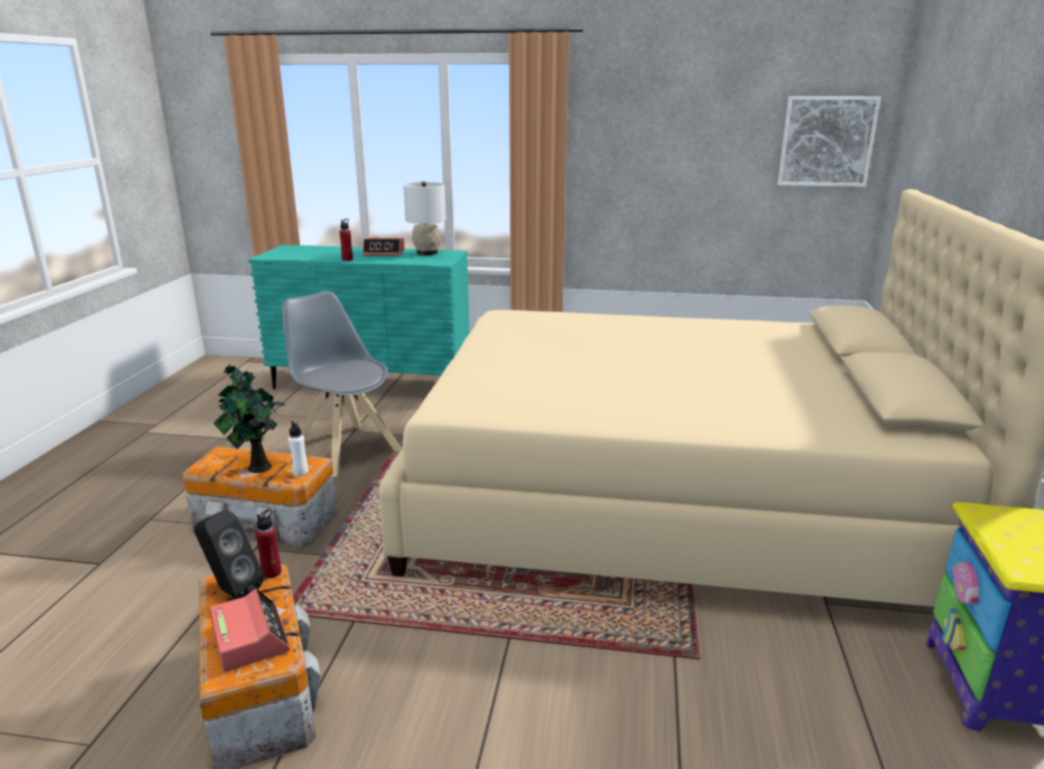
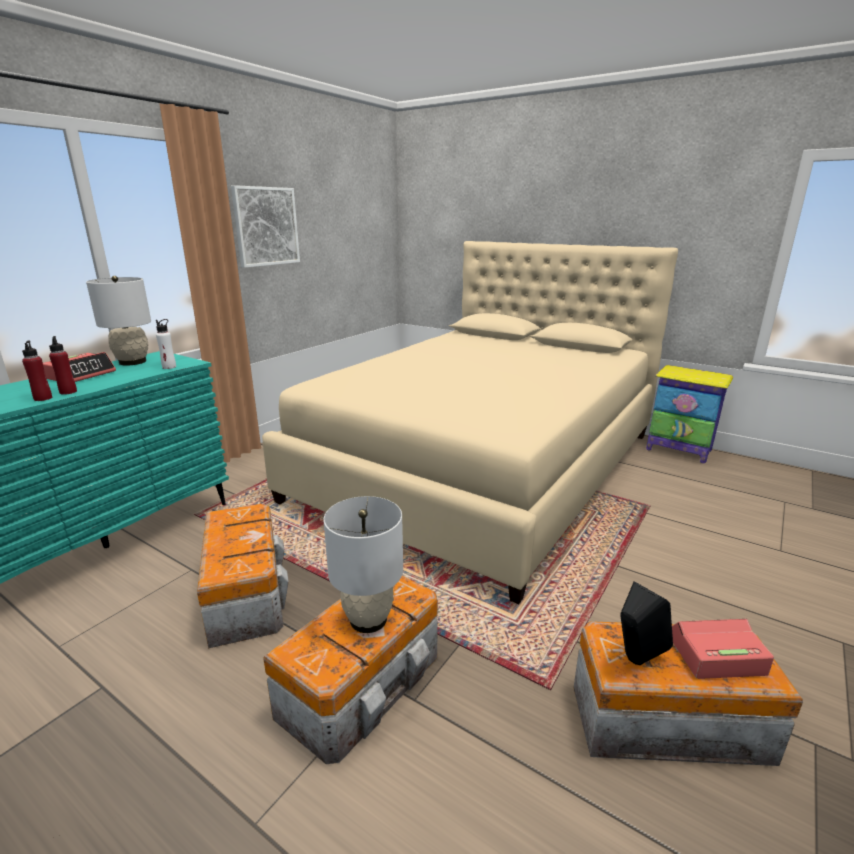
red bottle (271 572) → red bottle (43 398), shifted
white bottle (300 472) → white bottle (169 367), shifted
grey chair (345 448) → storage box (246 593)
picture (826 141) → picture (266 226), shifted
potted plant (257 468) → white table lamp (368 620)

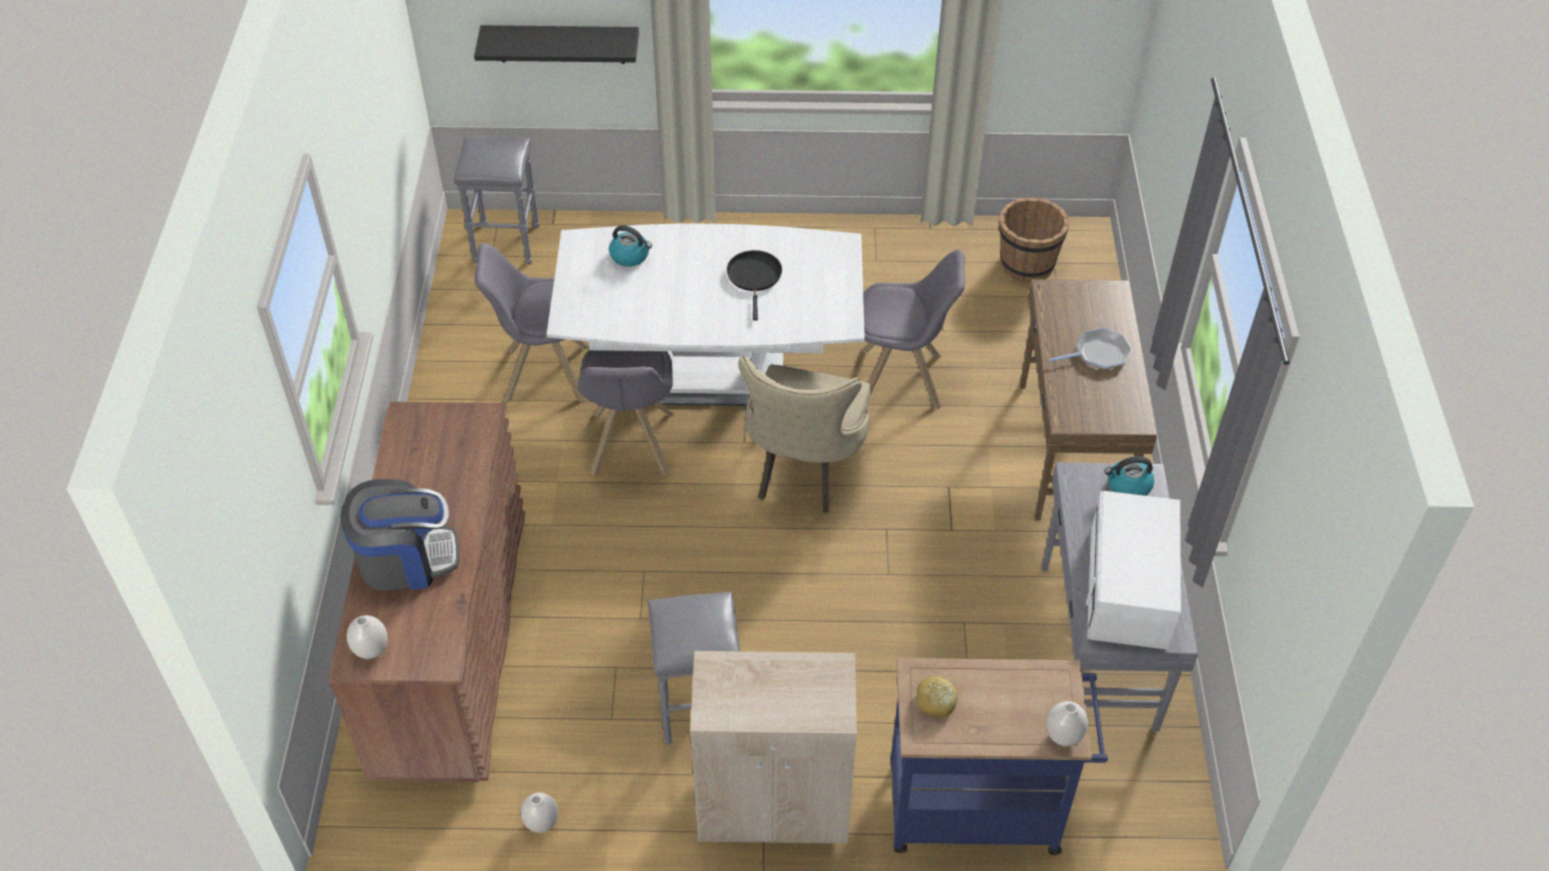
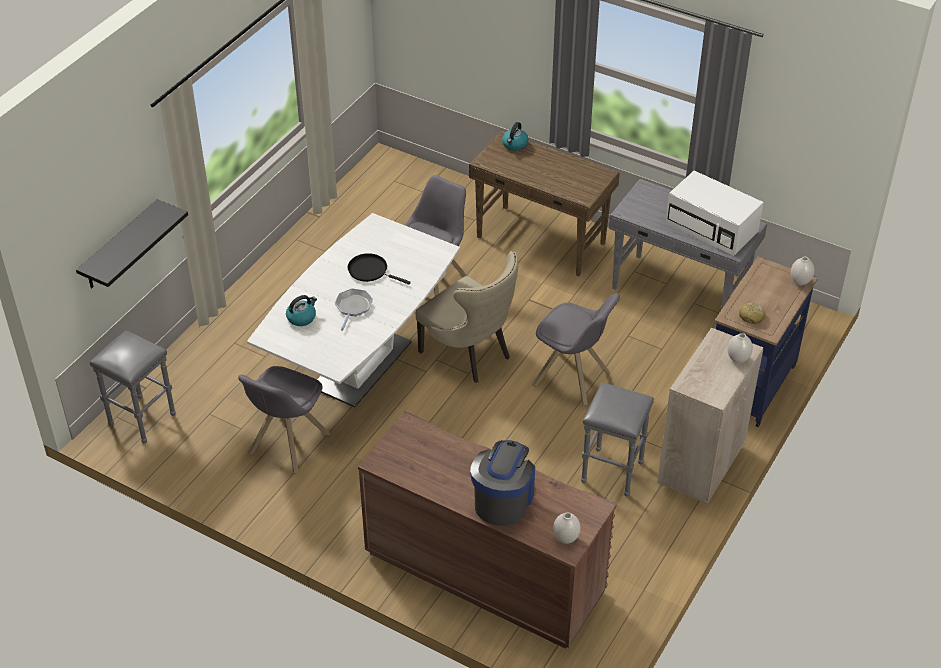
frying pan (1099 354) → frying pan (353 307), shifted
kettle (1128 486) → kettle (515 144), shifted
grey chair (631 444) → grey chair (572 378), shifted
white vase (542 823) → white vase (738 359), shifted
brown bucket (1026 264) → -

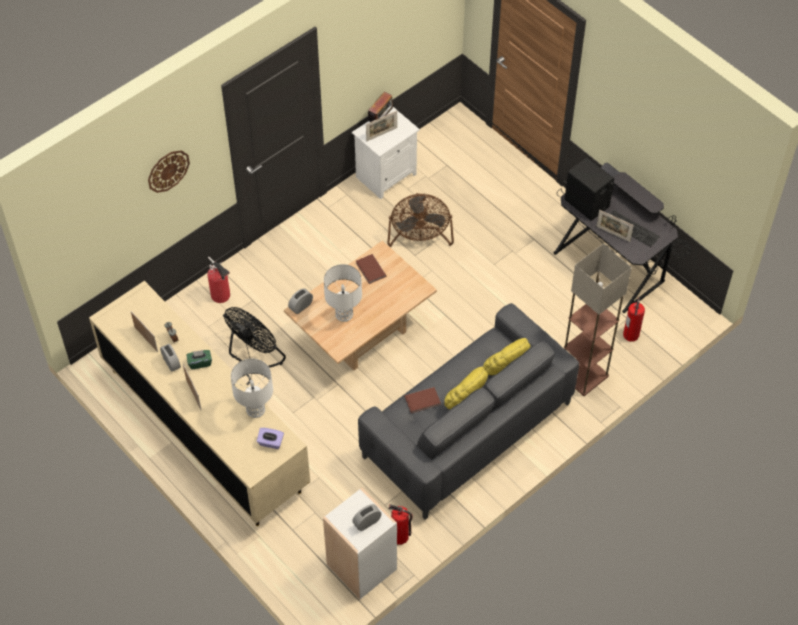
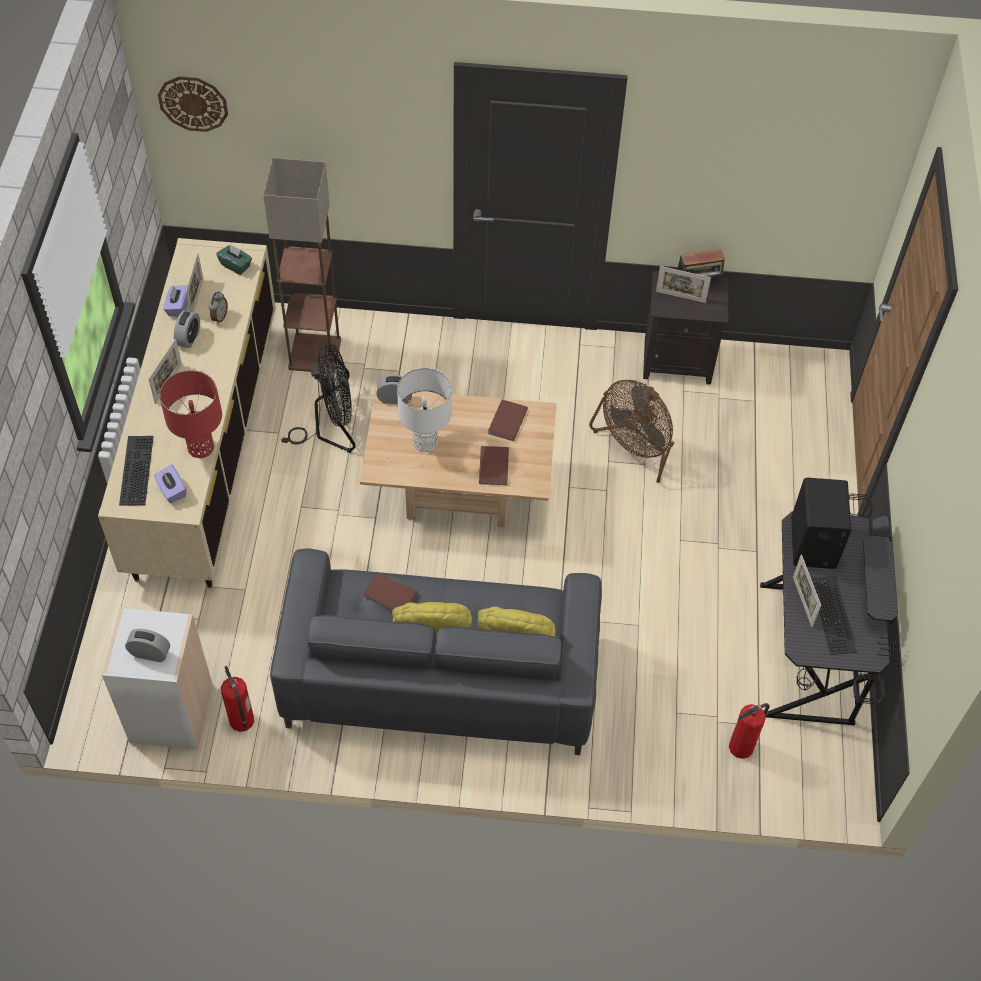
- → keyboard (135 469)
wall clock (168 170) → wall clock (193 103), shifted
white table lamp (255 410) → red table lamp (200 447)
- → purple tissue box (178 307)
green tissue box (200 363) → green tissue box (236 265), shifted
floor lamp (584 375) → floor lamp (314 354), shifted
- → brown book (495 466)
white nightstand (386 174) → black nightstand (678 360)
fire extinguisher (221 296) → -

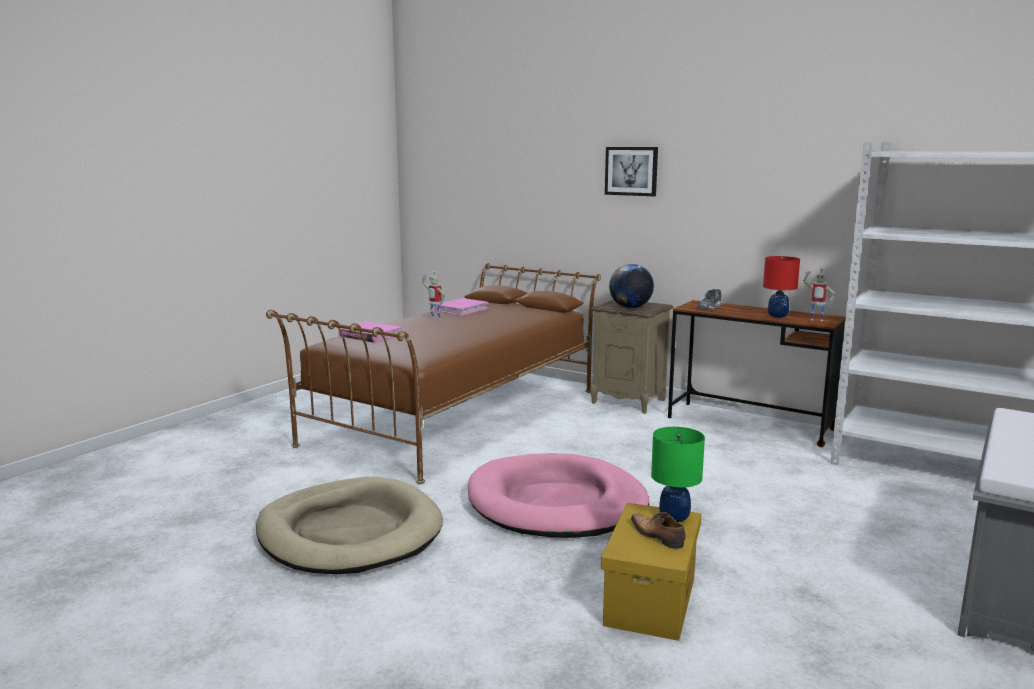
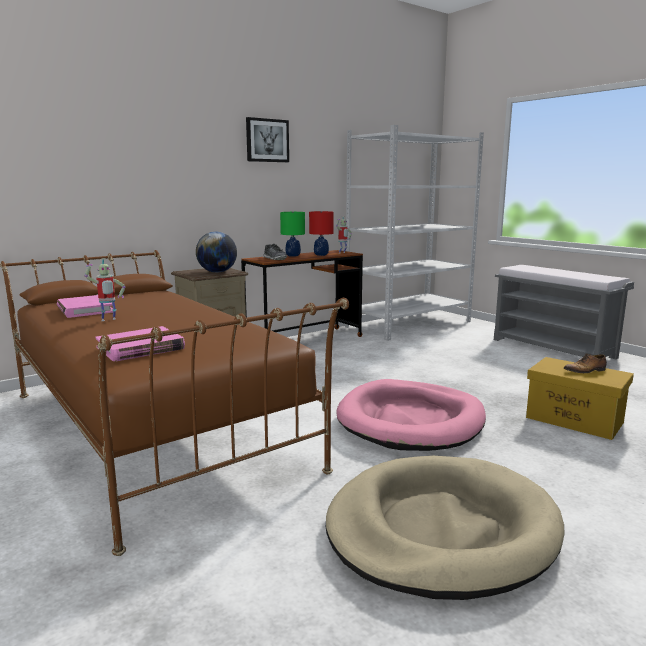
picture (631 171) → picture (267 140), shifted
green table lamp (674 519) → green table lamp (293 256), shifted

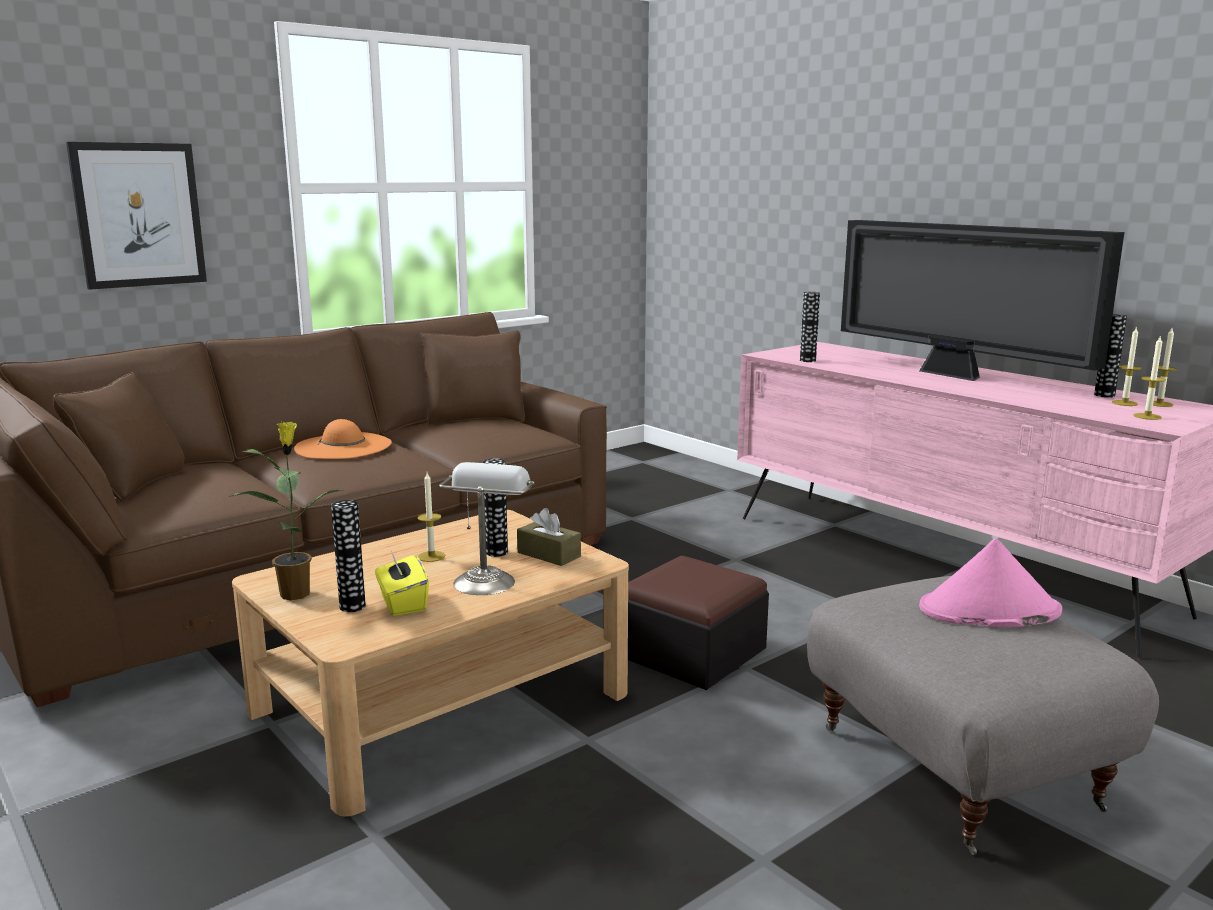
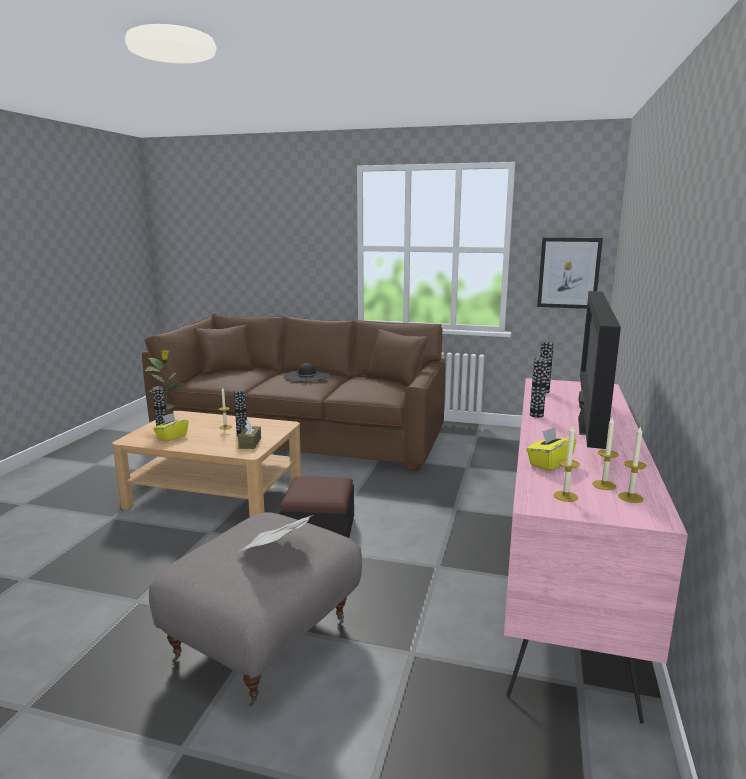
pink hat (989 610) → newspaper (276 551)
orange hat (343 446) → black hat (307 376)
- → yellow tissue box (549 463)
vase (1104 395) → vase (536 415), shifted
picture (139 215) → picture (568 273), shifted
white table lamp (487 577) → -

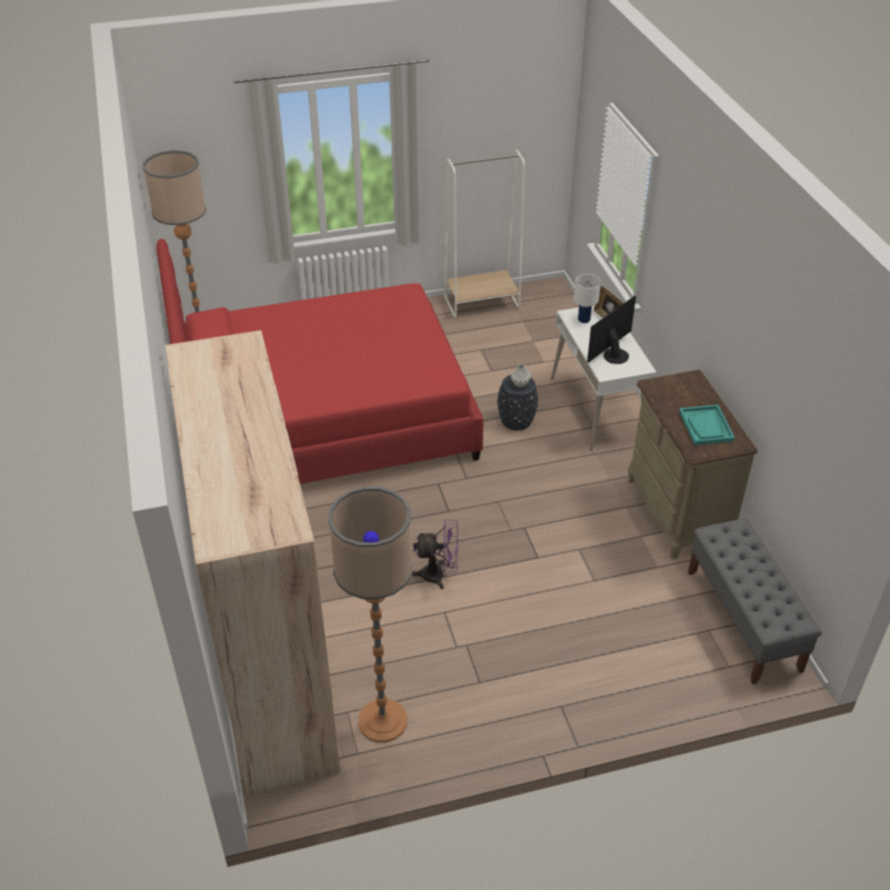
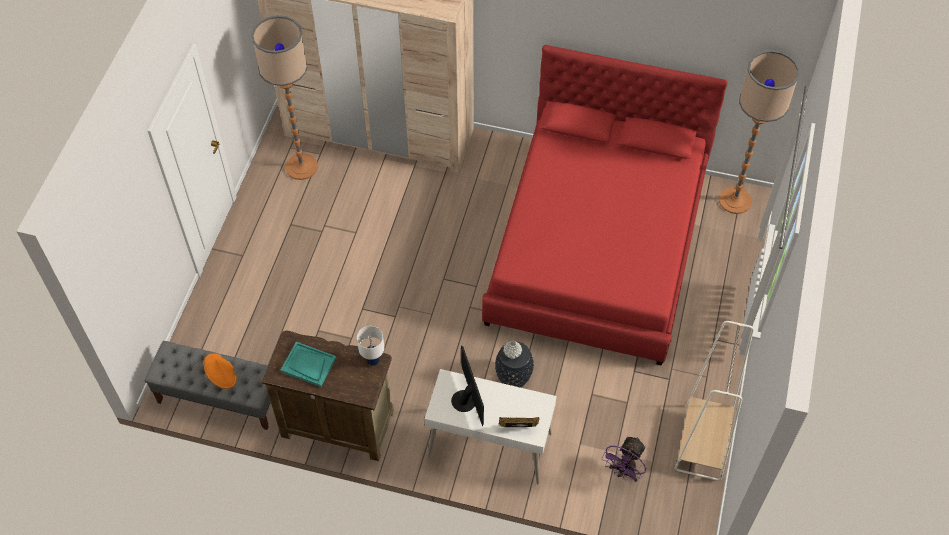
- → orange hat (220 371)
white table lamp (583 320) → white table lamp (372 360), shifted
purple fan (439 575) → purple fan (624 472), shifted

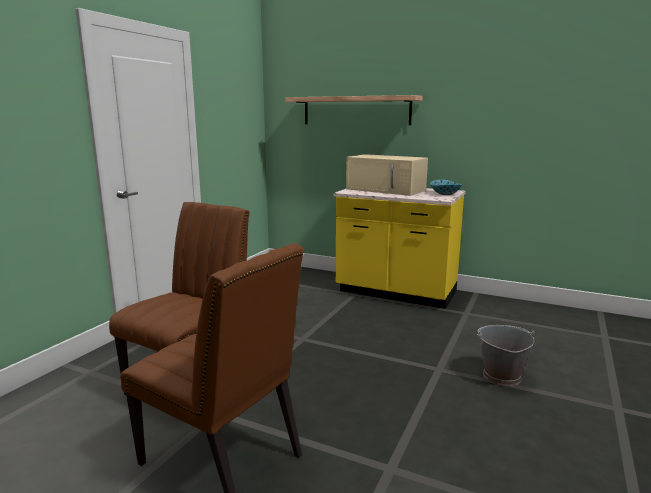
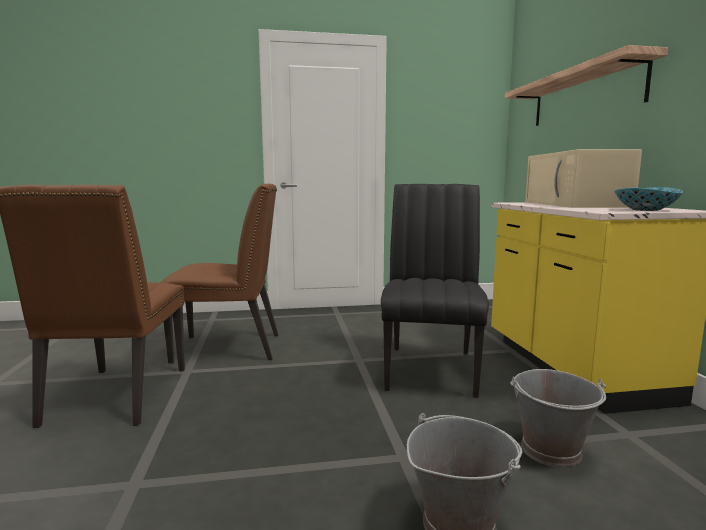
- → black chair (431 370)
- → grey bucket (551 450)

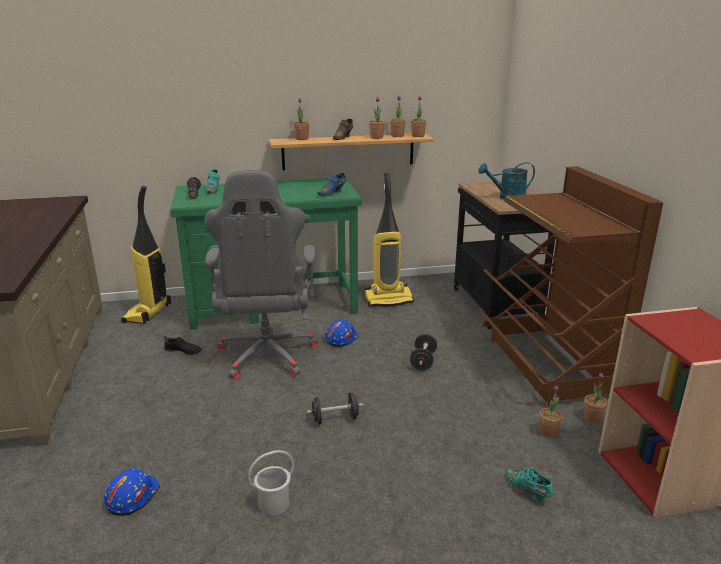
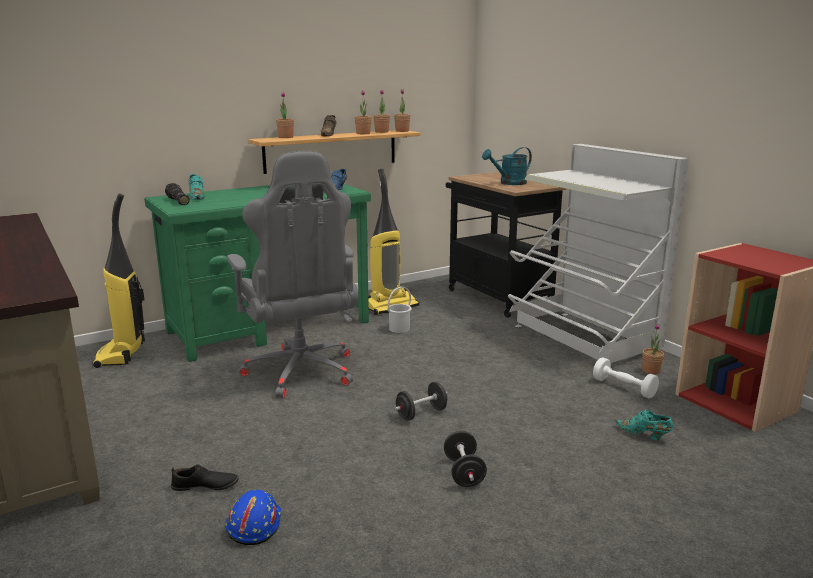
black shoe (183 351) → black shoe (205 486), shifted
white bucket (274 504) → white bucket (399 329), shifted
black dumbbell (423 361) → black dumbbell (464 472), shifted
brown shoe rack (543 367) → white shoe rack (580 340)
potted plant (548 432) → white dumbbell (624 387)
blue hard hat (341 338) → -

